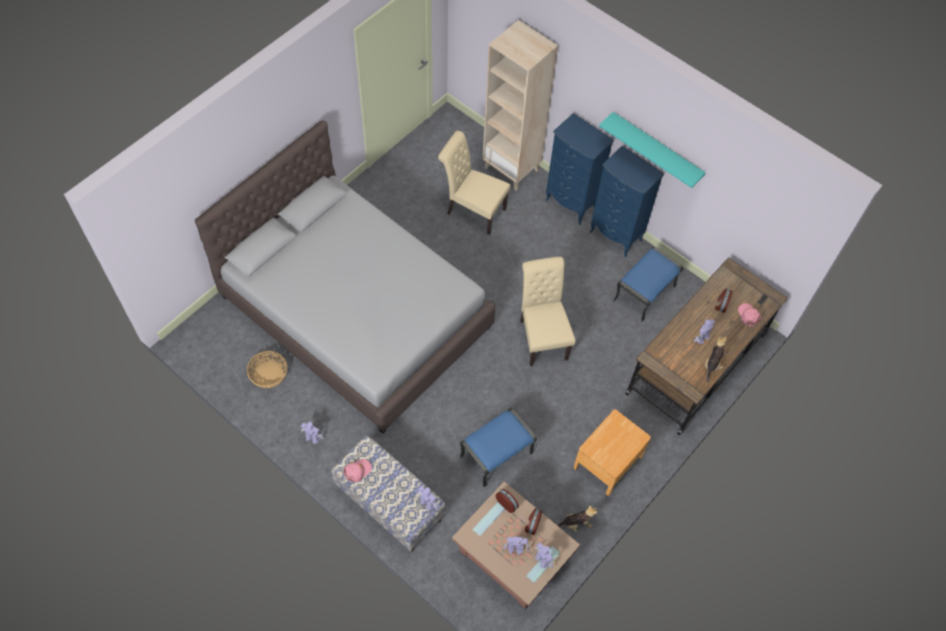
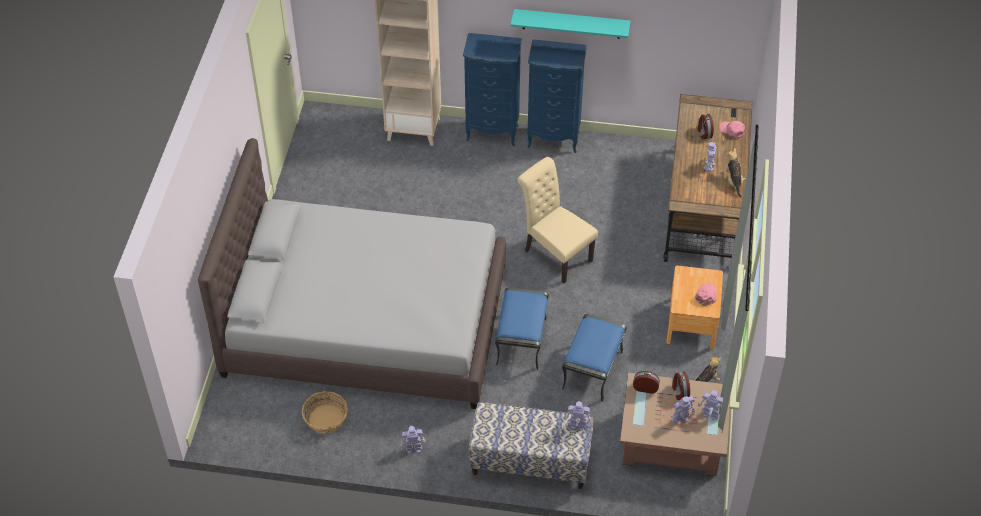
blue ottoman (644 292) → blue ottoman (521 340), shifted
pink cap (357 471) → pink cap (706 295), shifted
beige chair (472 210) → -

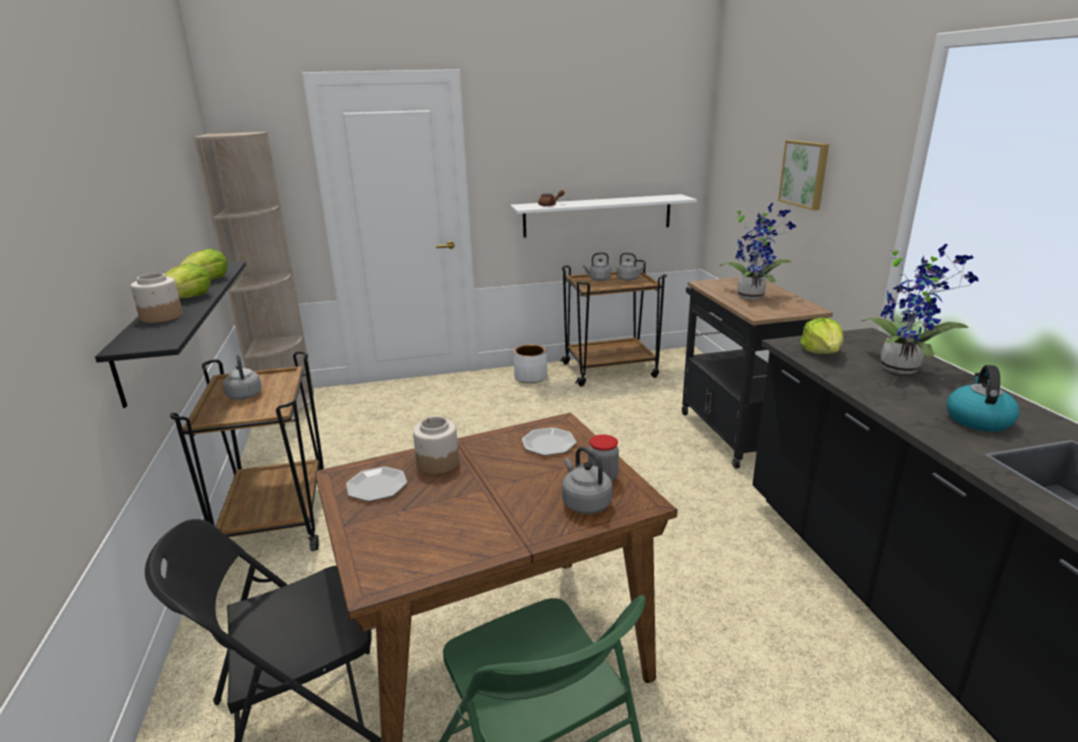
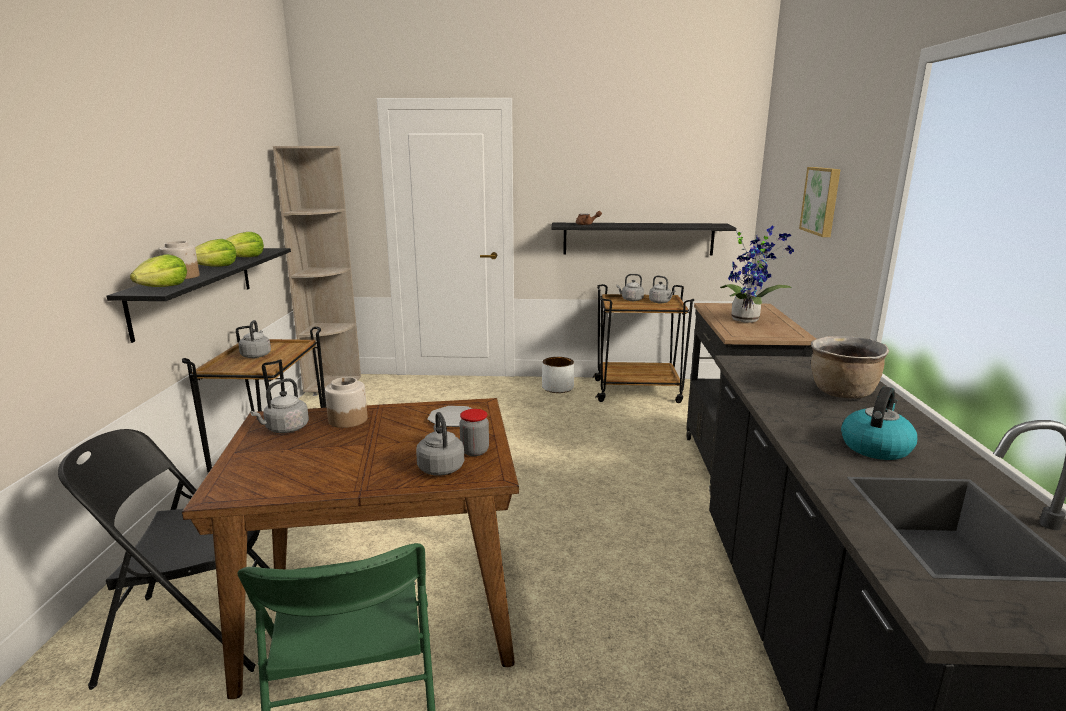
lettuce (822 352) → lettuce (163 287), shifted
plate (377 486) → grey kettle (285 429)
white shelf (597 215) → black shelf (638 238)
potted plant (903 367) → brown cooking pot (841 393)

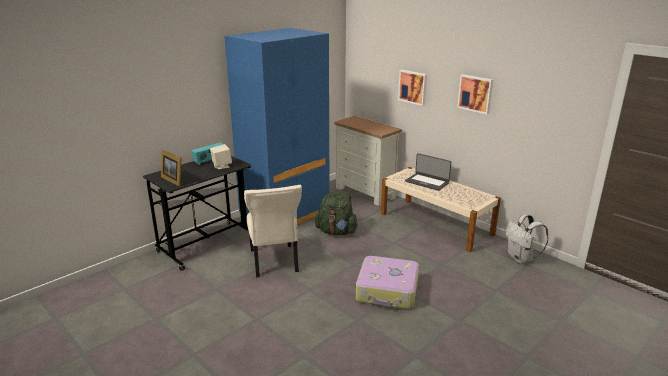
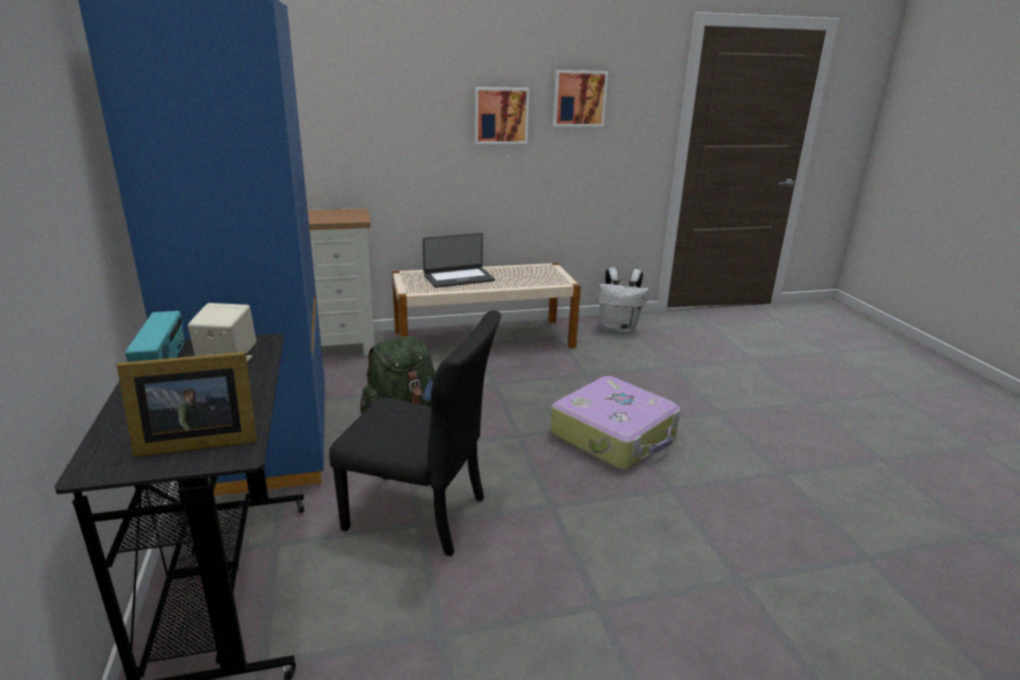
beige chair (274 262) → black chair (421 515)
picture (413 87) → picture (578 98), shifted

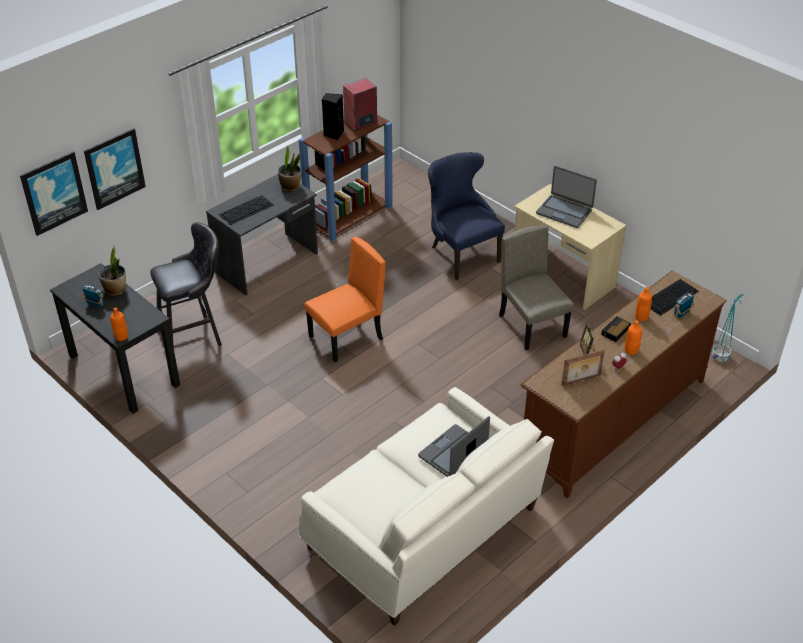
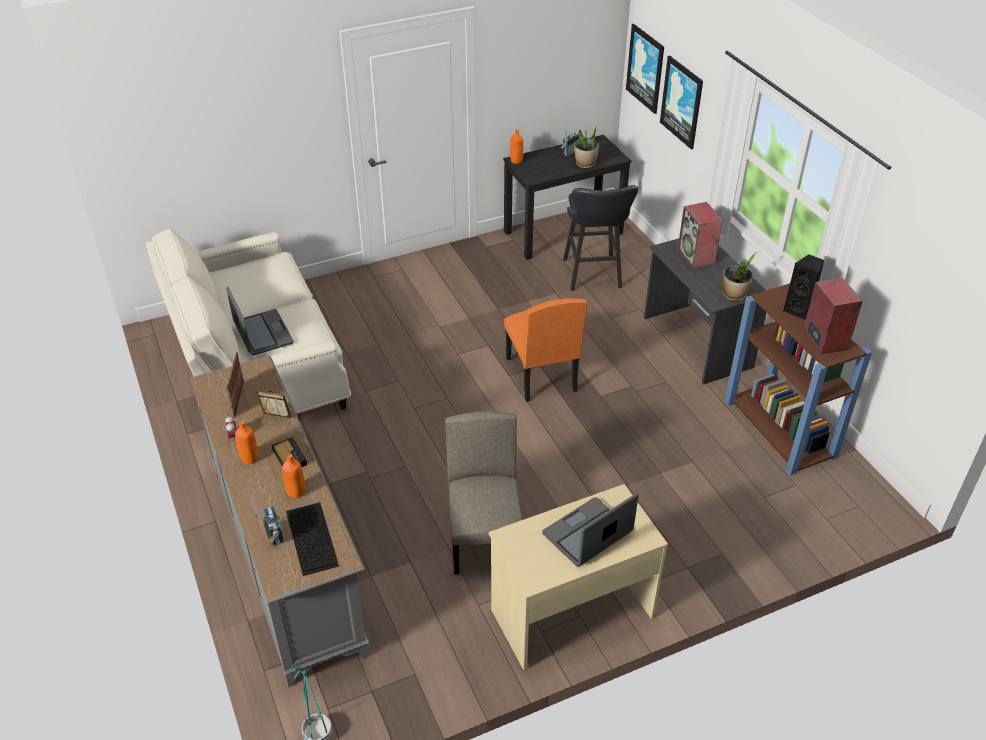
brown cabinet (613 420) → grey cabinet (288 557)
beige chair (532 326) → beige chair (485 541), 90 degrees counterclockwise
keyboard (246 209) → speaker (696 257)
blue chair (461 254) → -

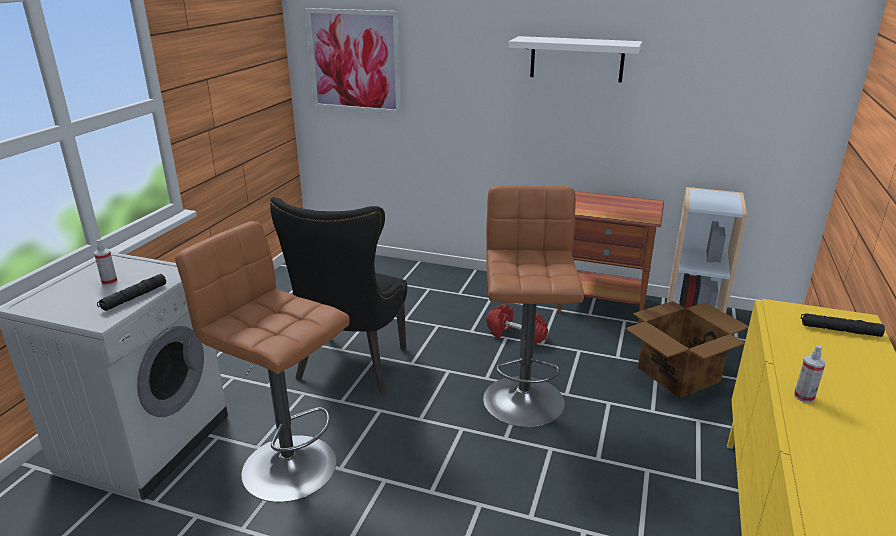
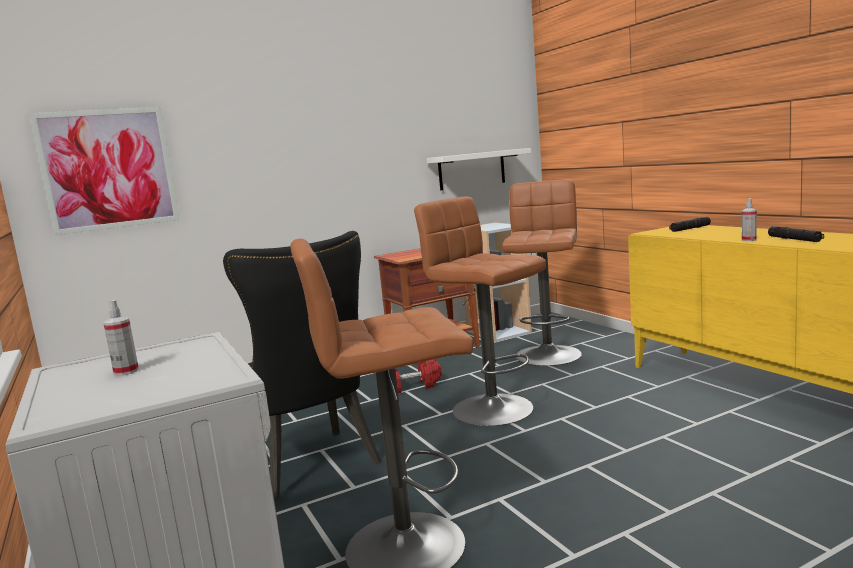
white shelf (576 59) → white shelf (471 170), shifted
cardboard box (679 374) → brown stool (549 355)
black flashlight (134 297) → black flashlight (794 239), shifted

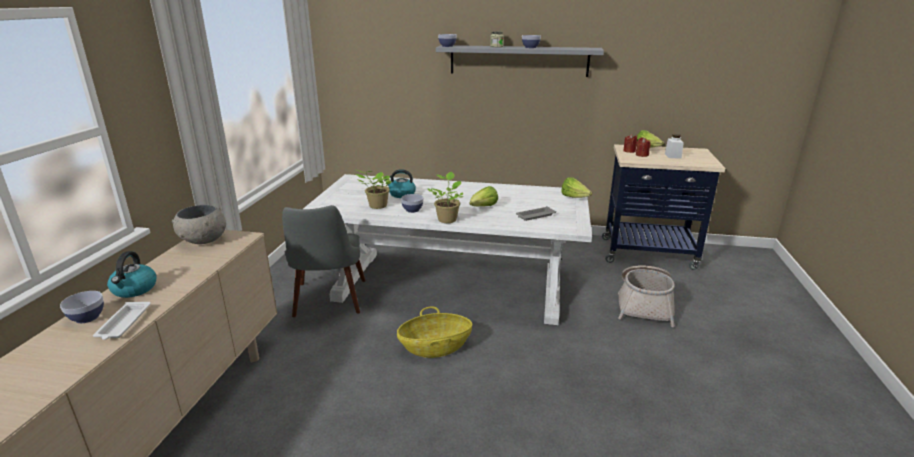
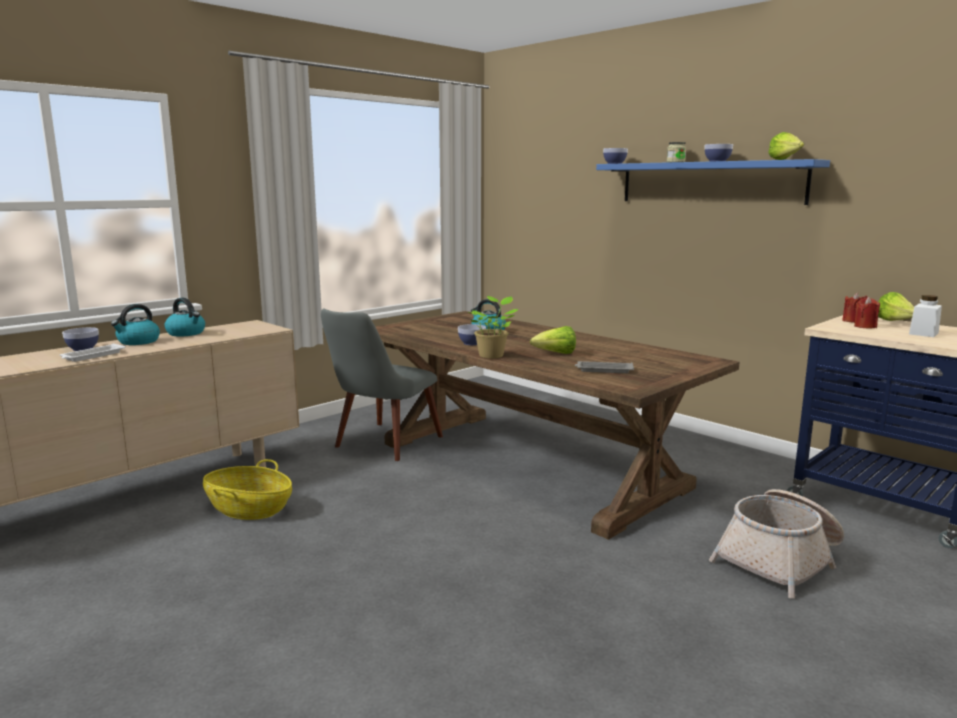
- → kettle (186 333)
basket (435 347) → basket (249 509), shifted
white dining table (450 285) → brown dining table (526 464)
grey shelf (518 60) → blue shelf (709 182)
lettuce (574 197) → lettuce (785 159), shifted
grey bowl (203 240) → -
potted plant (376 206) → -

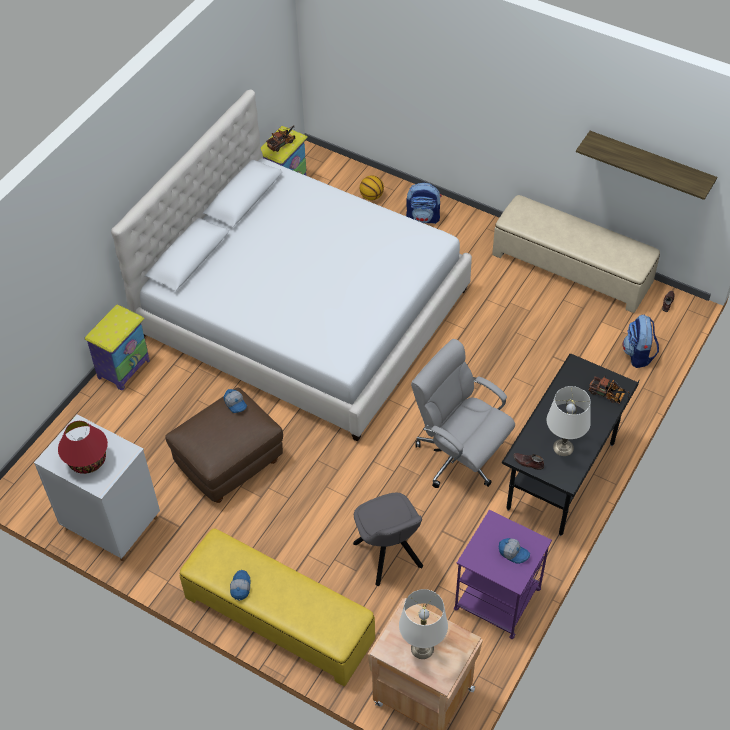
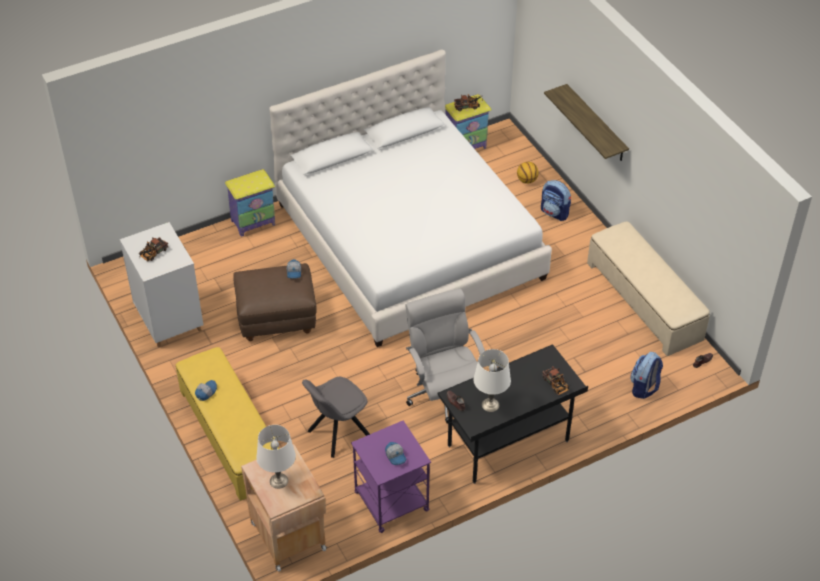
red table lamp (87 461) → toy truck (152 254)
grey chair (388 555) → grey chair (338 433), 45 degrees clockwise
shelf (650 163) → shelf (596 124), shifted

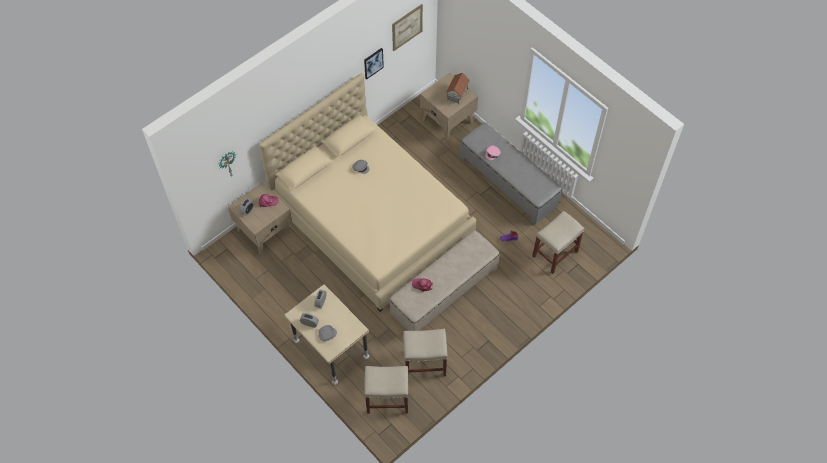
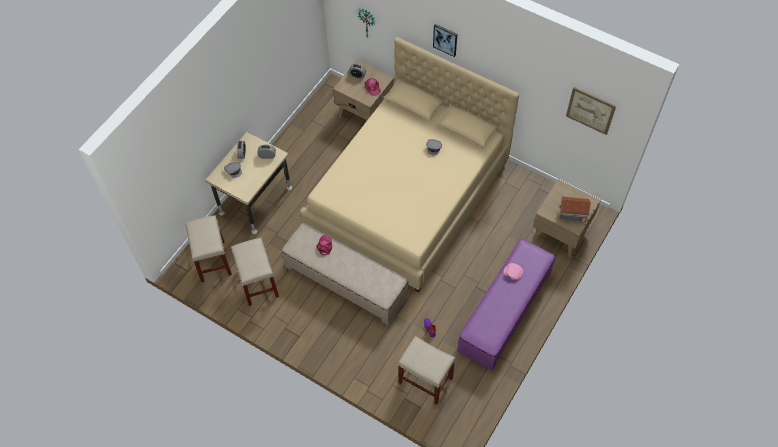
picture (373 63) → picture (445 39), shifted
grey bench (509 181) → purple bench (505 311)

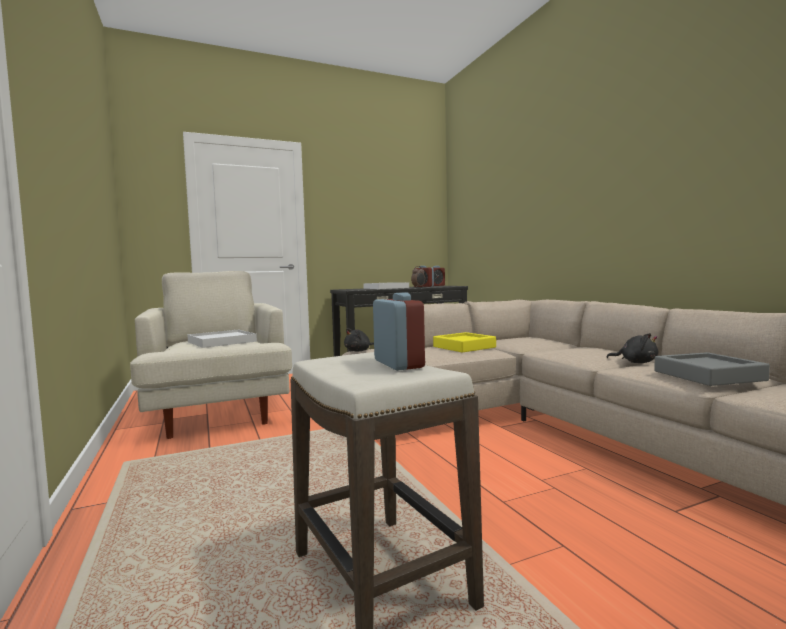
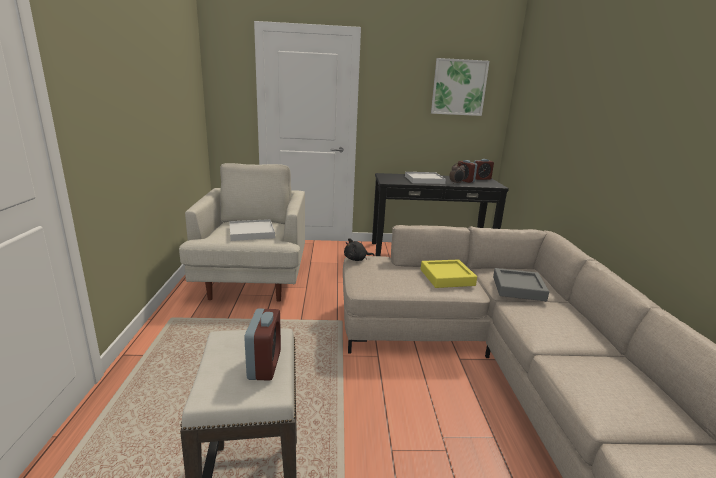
- → picture (459 87)
grey tray (708 376) → grey tray (518 288), shifted
black plush toy (636 362) → -

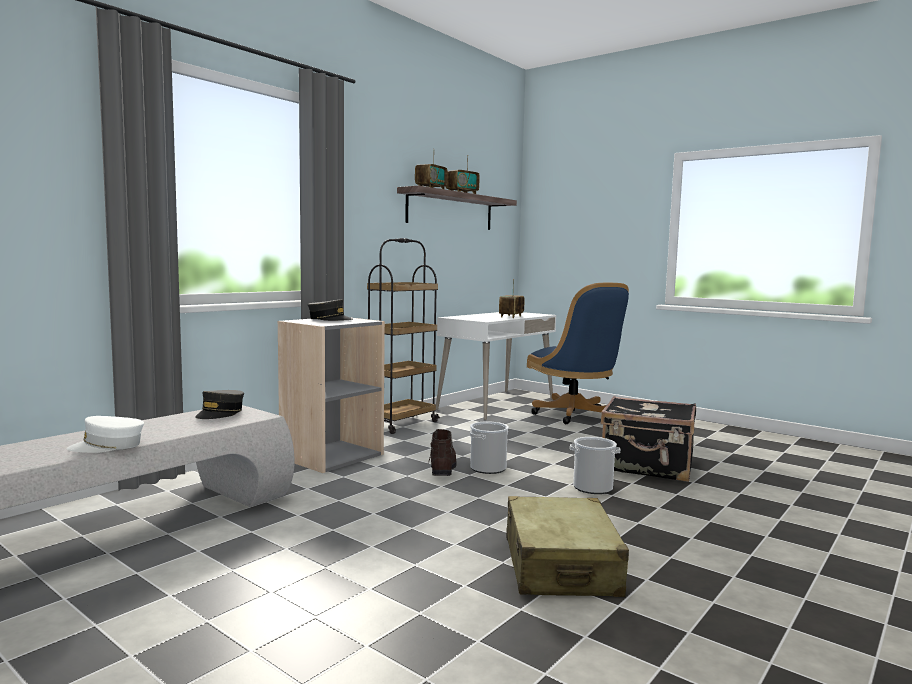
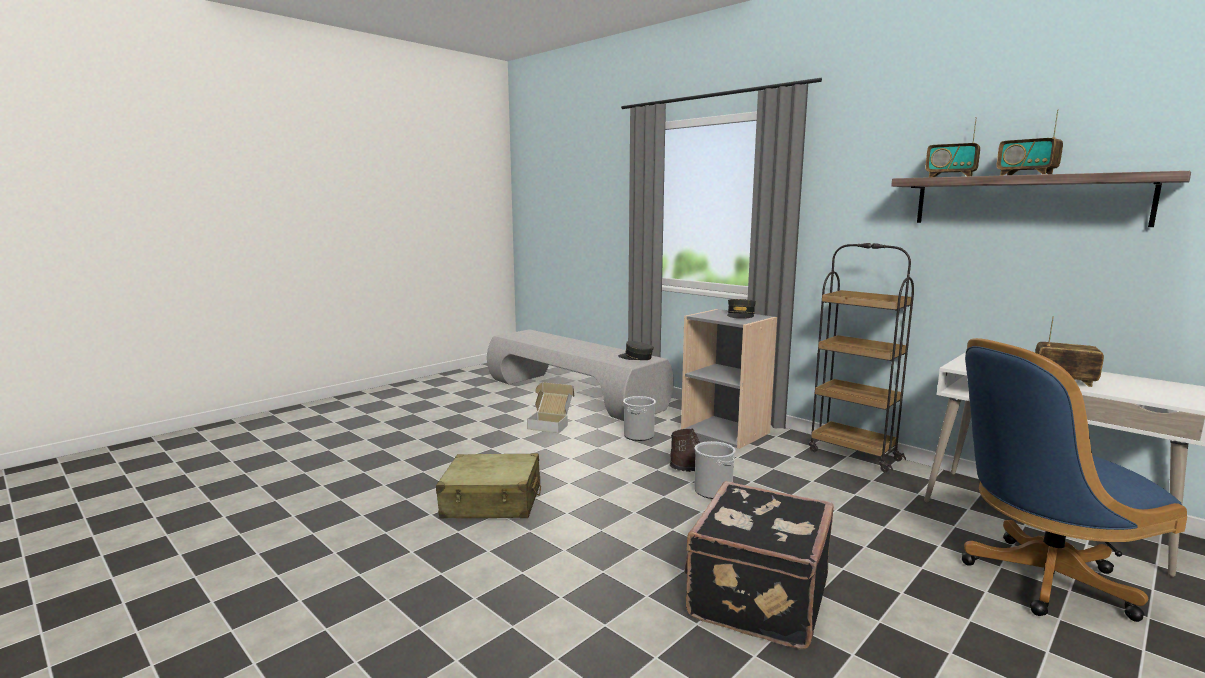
- → cardboard box (551 424)
bucket (593 487) → bucket (639 435), shifted
white cap (107 446) → -

